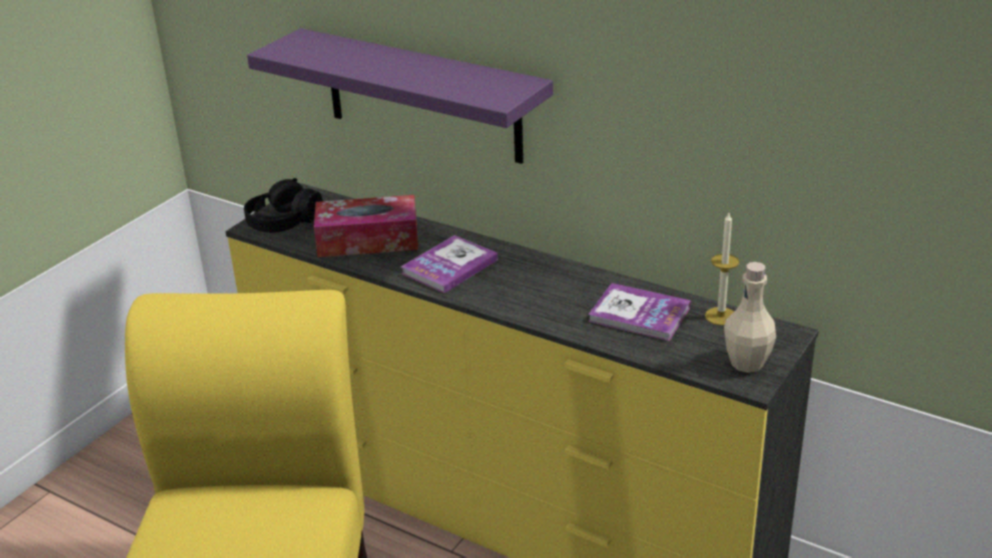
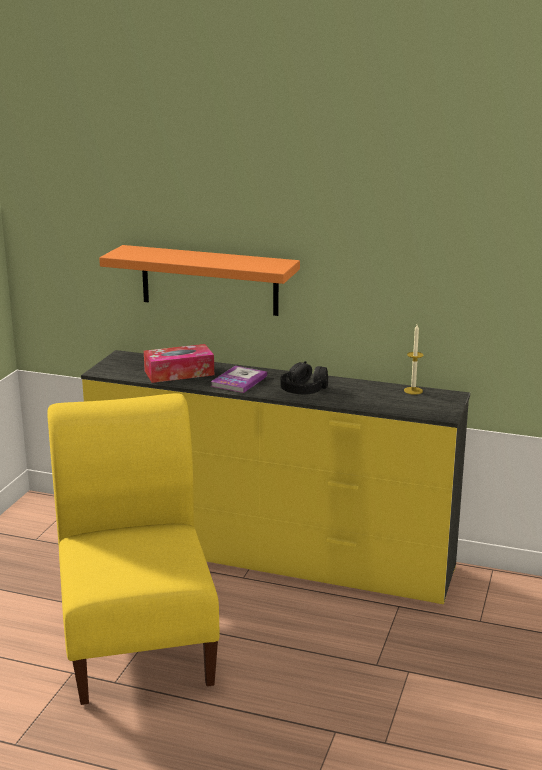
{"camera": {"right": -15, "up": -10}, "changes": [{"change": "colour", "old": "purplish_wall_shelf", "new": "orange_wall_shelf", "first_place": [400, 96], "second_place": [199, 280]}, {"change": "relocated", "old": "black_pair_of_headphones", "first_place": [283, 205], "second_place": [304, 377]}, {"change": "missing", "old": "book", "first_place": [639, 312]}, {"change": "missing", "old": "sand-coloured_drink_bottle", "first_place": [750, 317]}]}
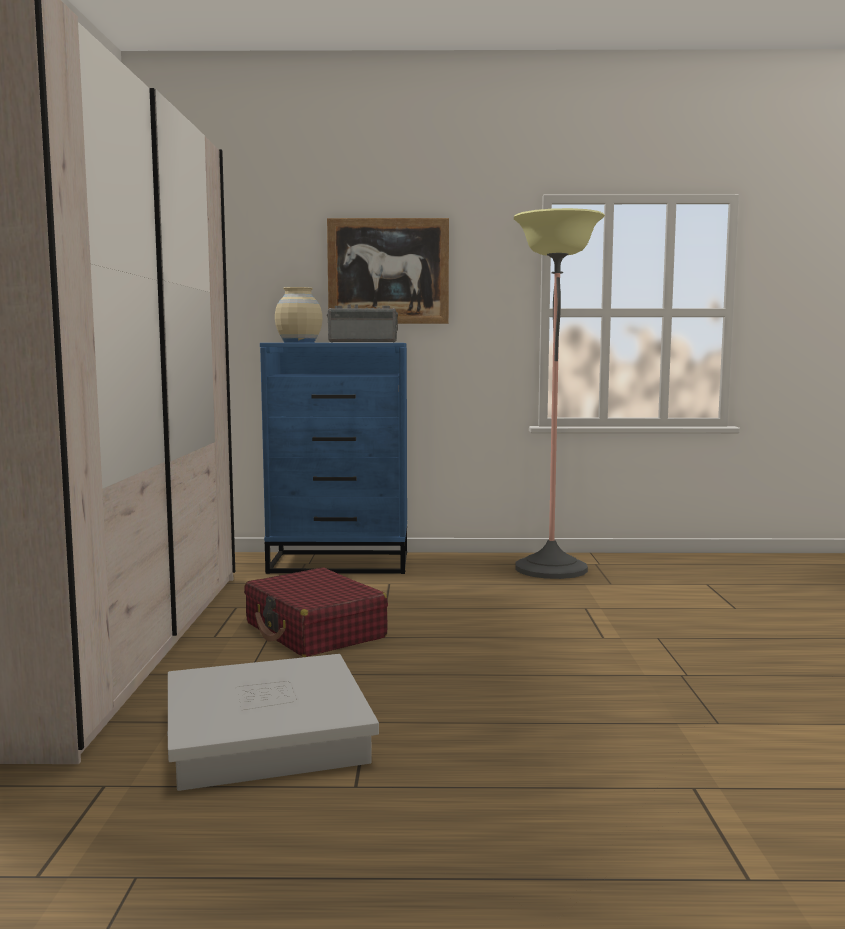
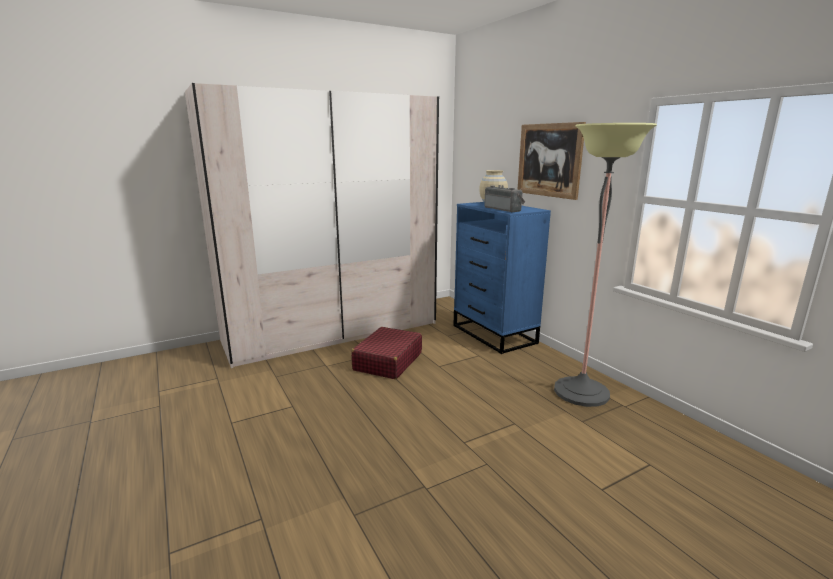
{"camera": {"right": 60, "up": 10}, "changes": [{"change": "missing", "old": "whitish_storage_container", "first_place": [273, 722]}]}
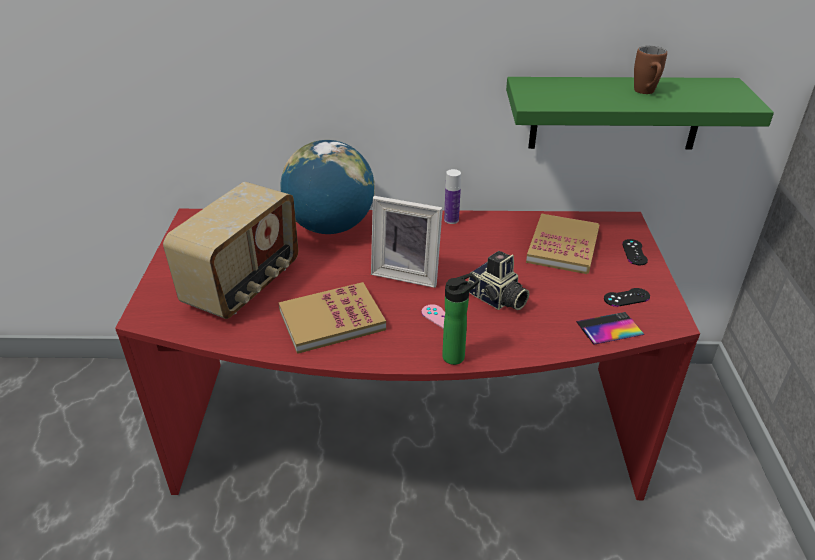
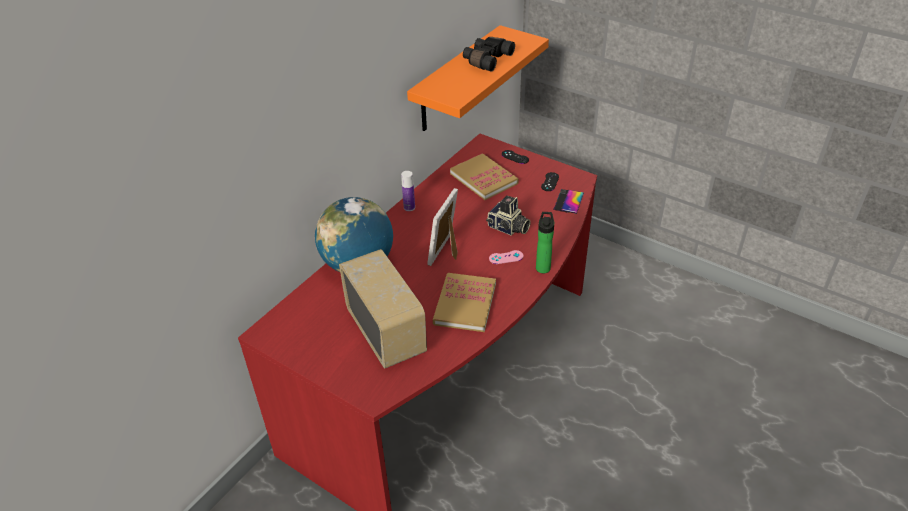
{"camera": {"right": -55, "up": 5}, "changes": [{"change": "colour", "old": "green_wall_shelf", "new": "orange_wall_shelf", "first_place": [640, 113], "second_place": [478, 78]}, {"change": "spun", "old": "standing_frame", "first_place": [407, 242], "second_place": [442, 227], "degrees": 150}, {"change": "exchanged", "old": "brown_coffee_mug", "new": "black_binoculars", "first_place": [650, 70], "second_place": [489, 54]}, {"change": "spun", "old": "photo_camera", "first_place": [498, 280], "second_place": [508, 215], "degrees": 45}]}
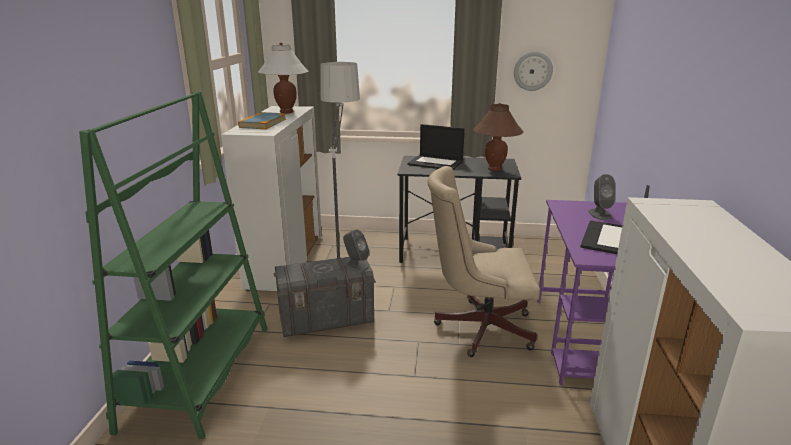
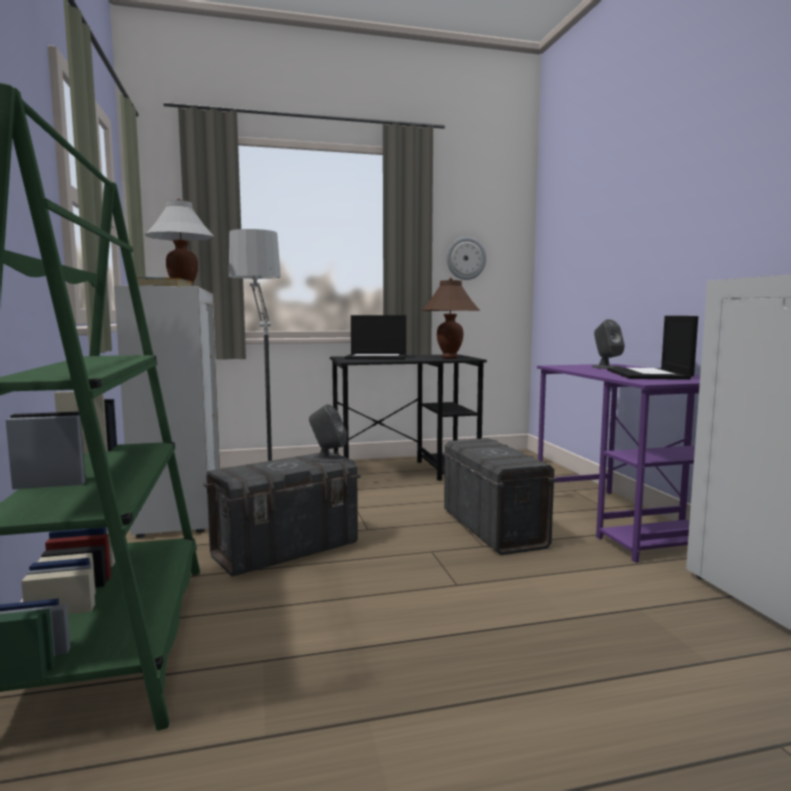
{"camera": {"right": -20, "up": -15}, "changes": [{"change": "exchanged", "old": "sand-coloured_computer_chair", "new": "gray_storage_container", "first_place": [483, 261], "second_place": [499, 496]}]}
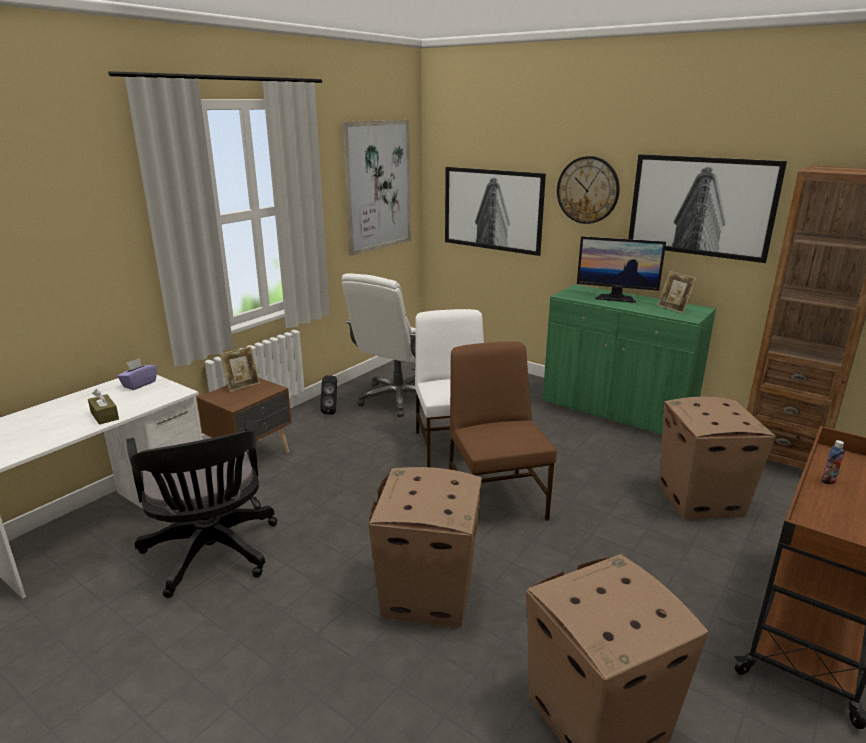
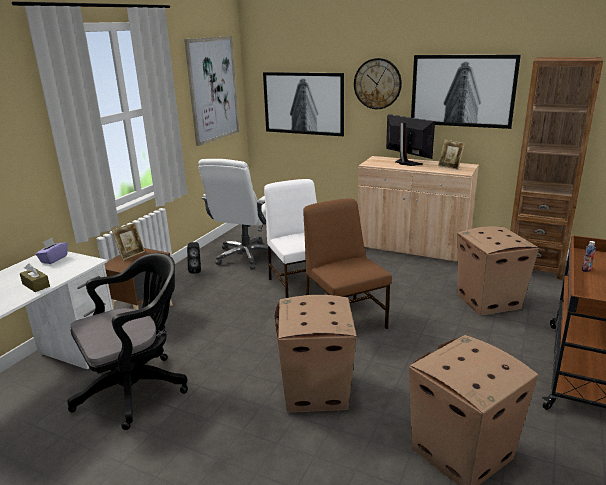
{"camera": {"right": -10, "up": 0}, "changes": [{"change": "spun", "old": "black_computer_chair", "first_place": [201, 507], "second_place": [127, 341], "degrees": -90}, {"change": "colour", "old": "green_cupboard", "new": "sand-coloured_cupboard", "first_place": [629, 359], "second_place": [418, 209]}, {"change": "spun", "old": "monitor", "first_place": [621, 269], "second_place": [410, 140], "degrees": -135}]}
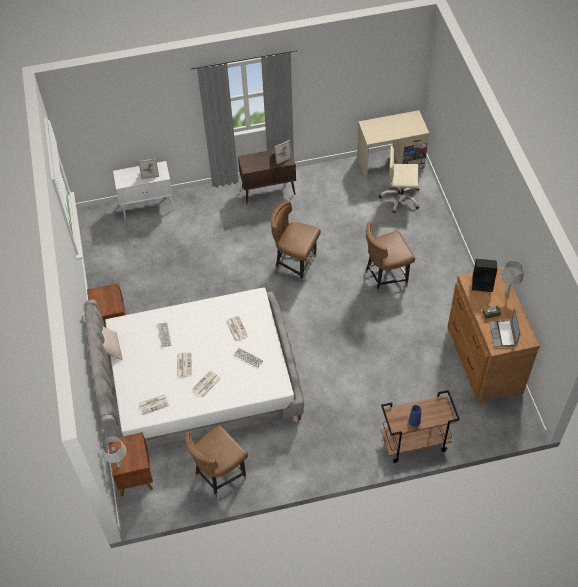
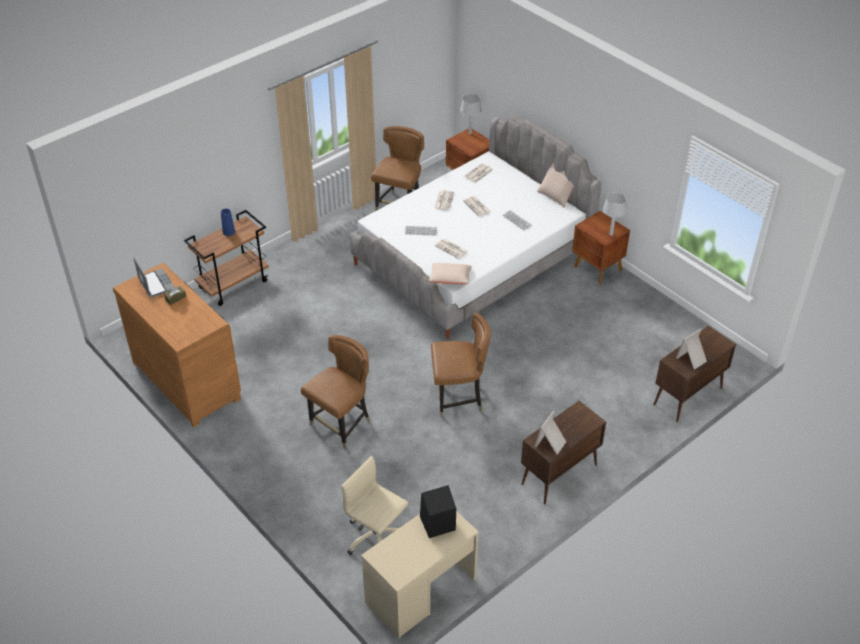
{"camera": {"right": 150, "up": -10}, "changes": [{"change": "spun", "old": "sand-coloured_computer_chair", "first_place": [399, 179], "second_place": [374, 505], "degrees": -120}, {"change": "relocated", "old": "black_audio_speaker", "first_place": [484, 275], "second_place": [438, 511]}, {"change": "appeared", "new": "sand-coloured_pillow", "second_place": [450, 273]}, {"change": "relocated", "old": "gray_lamp_for_a_table", "first_place": [512, 278], "second_place": [615, 214]}, {"change": "colour", "old": "whitish_cupboard", "new": "brown_cupboard", "first_place": [144, 190], "second_place": [694, 374]}]}
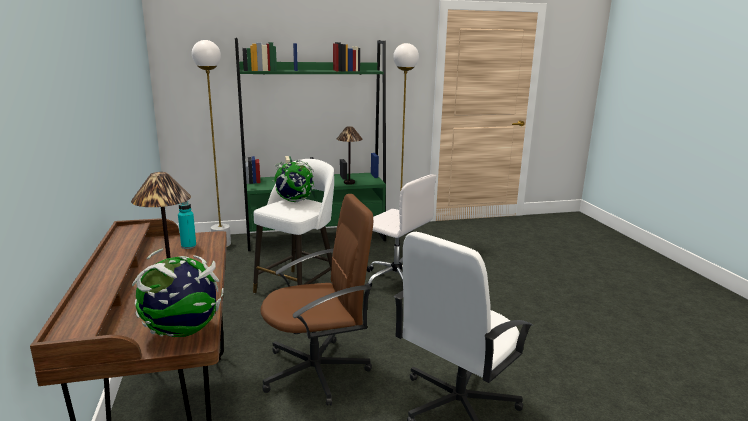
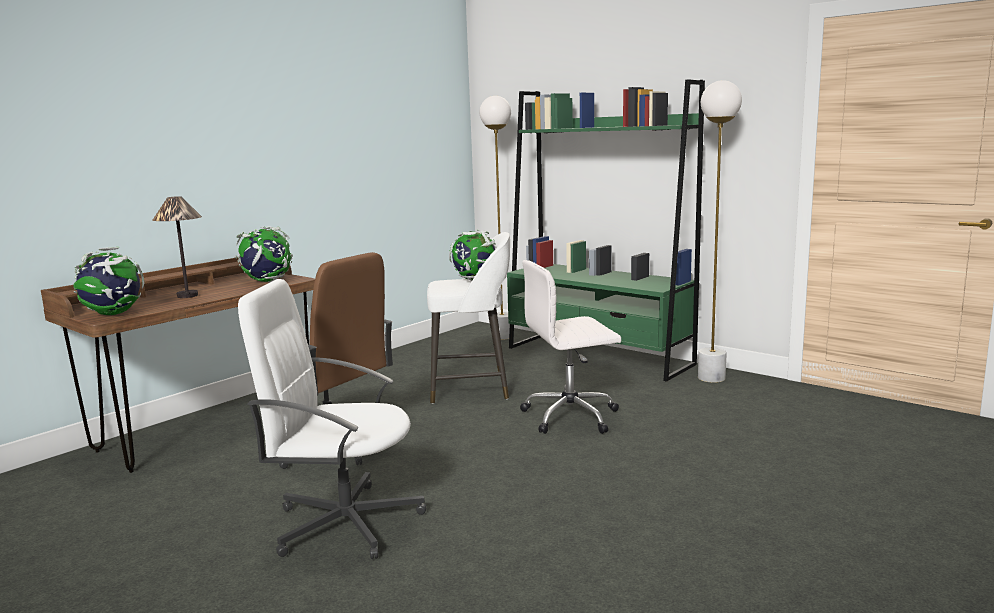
{"camera": {"right": 55, "up": -5}, "changes": [{"change": "exchanged", "old": "turquoise-coloured_drink_bottle", "new": "globe", "first_place": [187, 225], "second_place": [264, 254]}, {"change": "spun", "old": "whitish_computer_chair", "first_place": [400, 230], "second_place": [570, 347], "degrees": 75}, {"change": "missing", "old": "lamp_for_a_table", "first_place": [350, 155]}]}
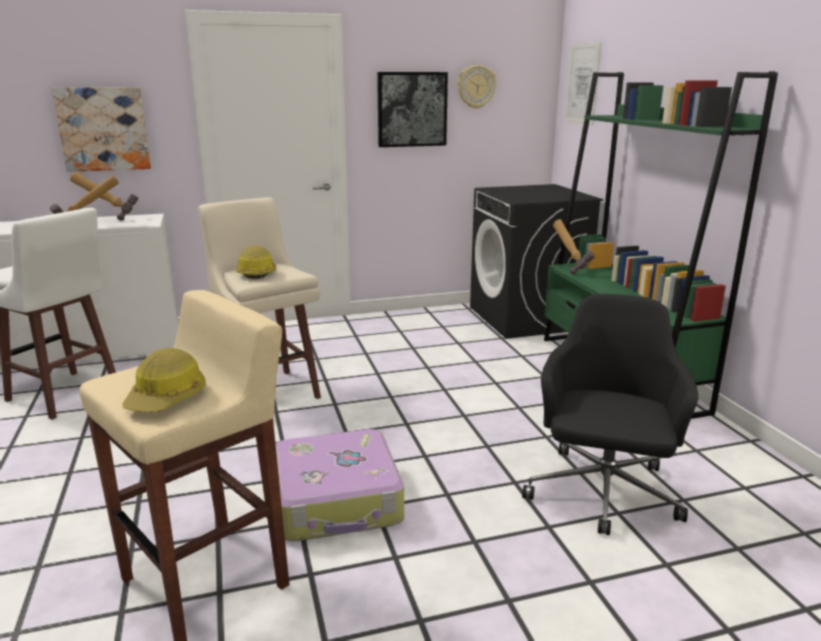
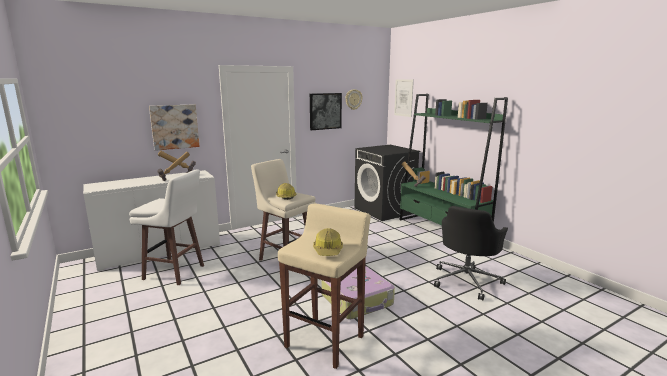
{"camera": {"right": -15, "up": -5}, "changes": [{"change": "spun", "old": "black_computer_chair", "first_place": [610, 414], "second_place": [471, 253], "degrees": -150}]}
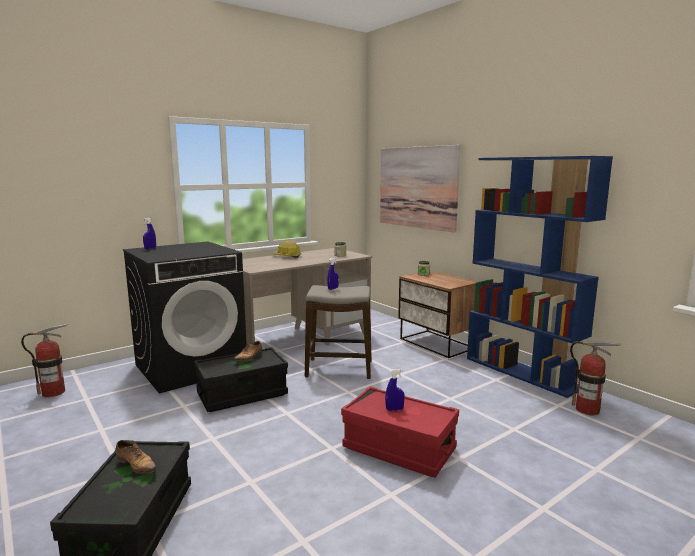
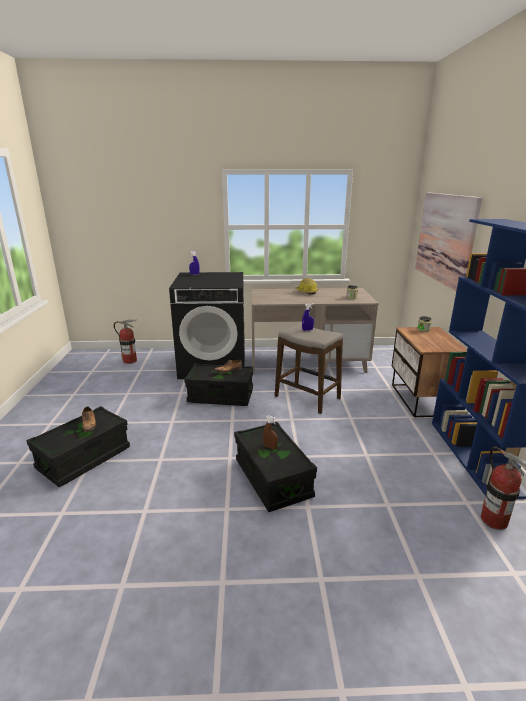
{"camera": {"right": 35, "up": 10}, "changes": [{"change": "colour", "old": "red-coloured_storage_container", "new": "black_storage_container", "first_place": [400, 432], "second_place": [275, 467]}, {"change": "colour", "old": "bluish_hand_sprayer", "new": "brown_hand_sprayer", "first_place": [395, 390], "second_place": [270, 432]}]}
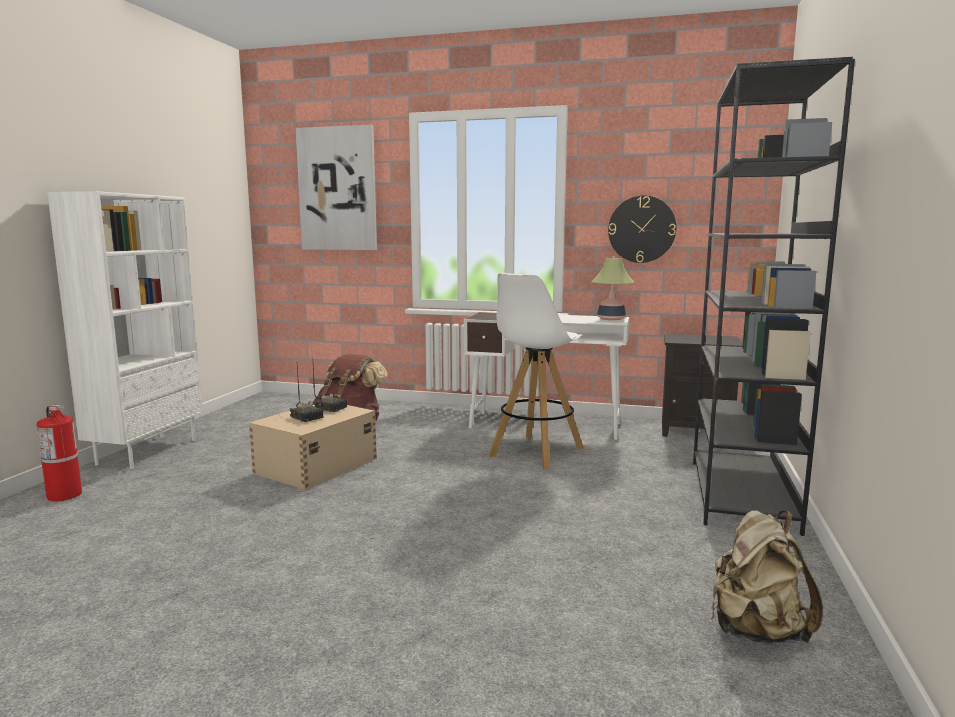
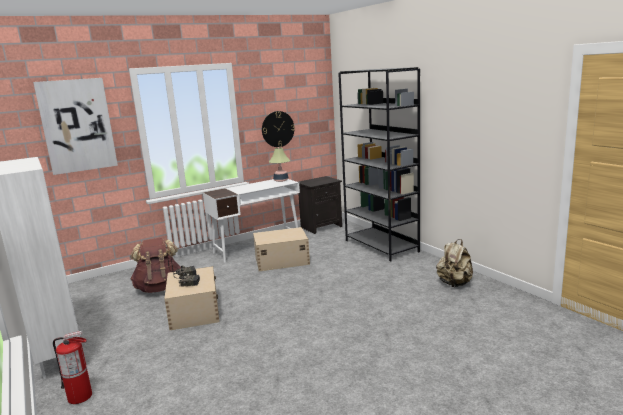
{"camera": {"right": -45, "up": 5}, "changes": [{"change": "exchanged", "old": "whitish_stool", "new": "sand-coloured_storage_container", "first_place": [536, 371], "second_place": [281, 249]}]}
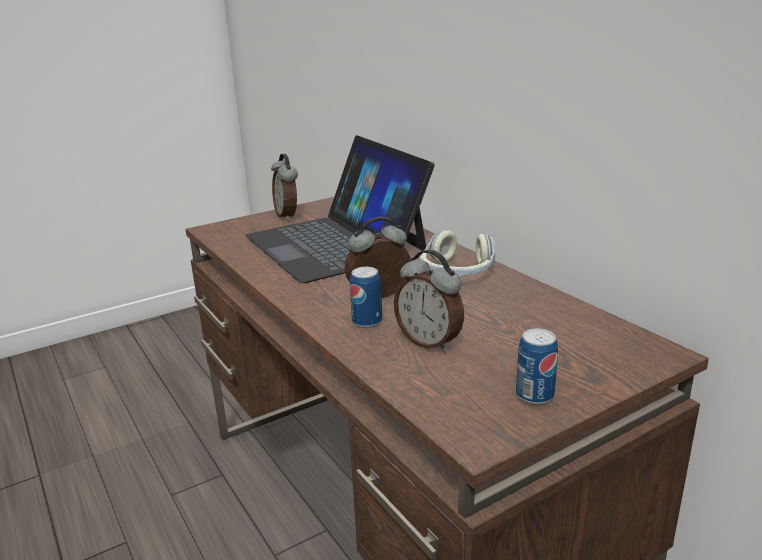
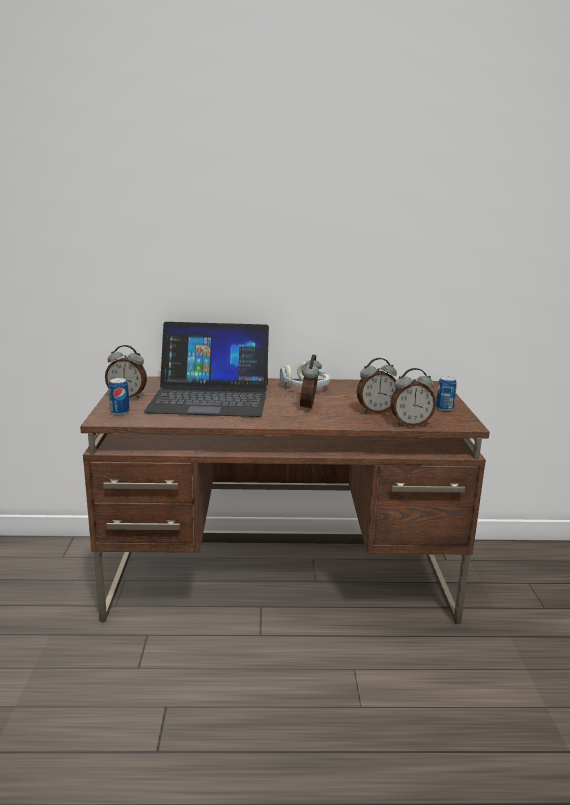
{"camera": {"right": -60, "up": -5}, "changes": [{"change": "relocated", "old": "can", "first_place": [366, 297], "second_place": [119, 396]}, {"change": "appeared", "new": "table_clock", "second_place": [413, 397]}]}
